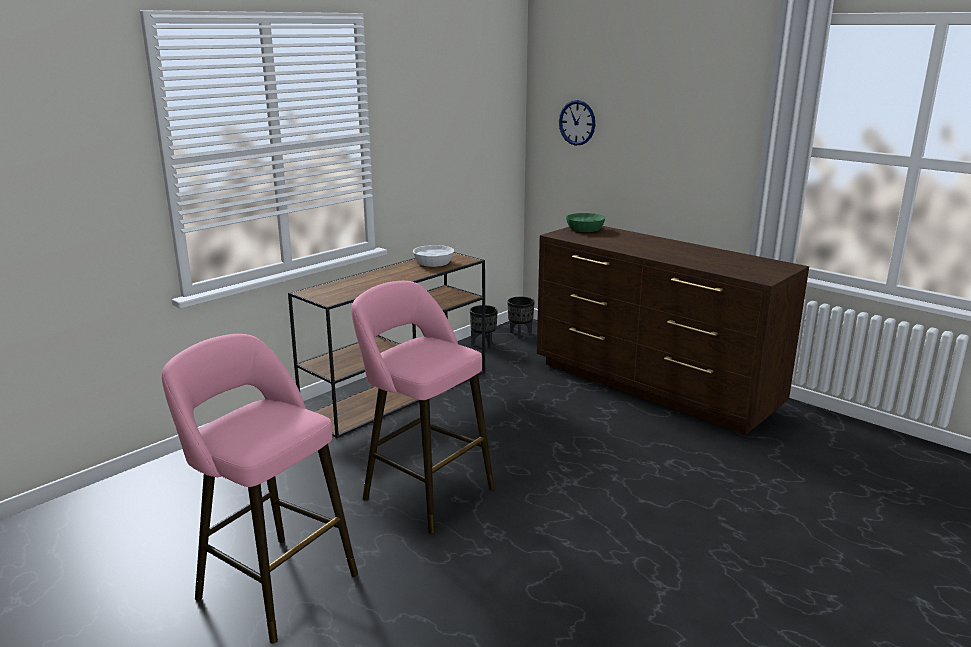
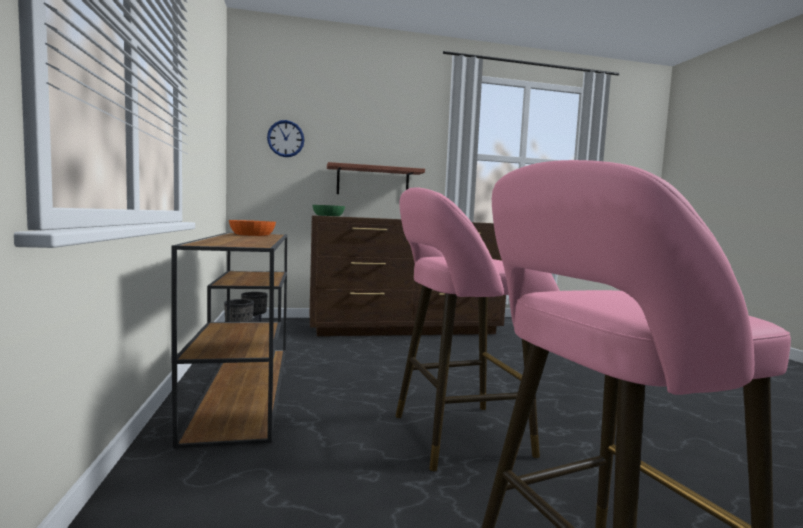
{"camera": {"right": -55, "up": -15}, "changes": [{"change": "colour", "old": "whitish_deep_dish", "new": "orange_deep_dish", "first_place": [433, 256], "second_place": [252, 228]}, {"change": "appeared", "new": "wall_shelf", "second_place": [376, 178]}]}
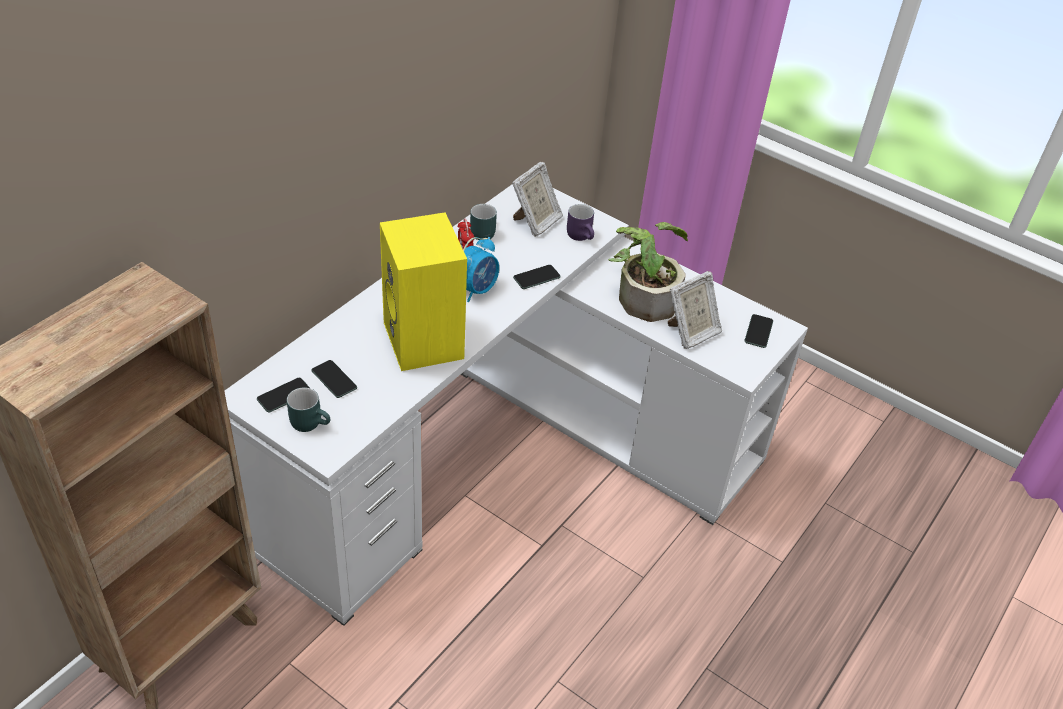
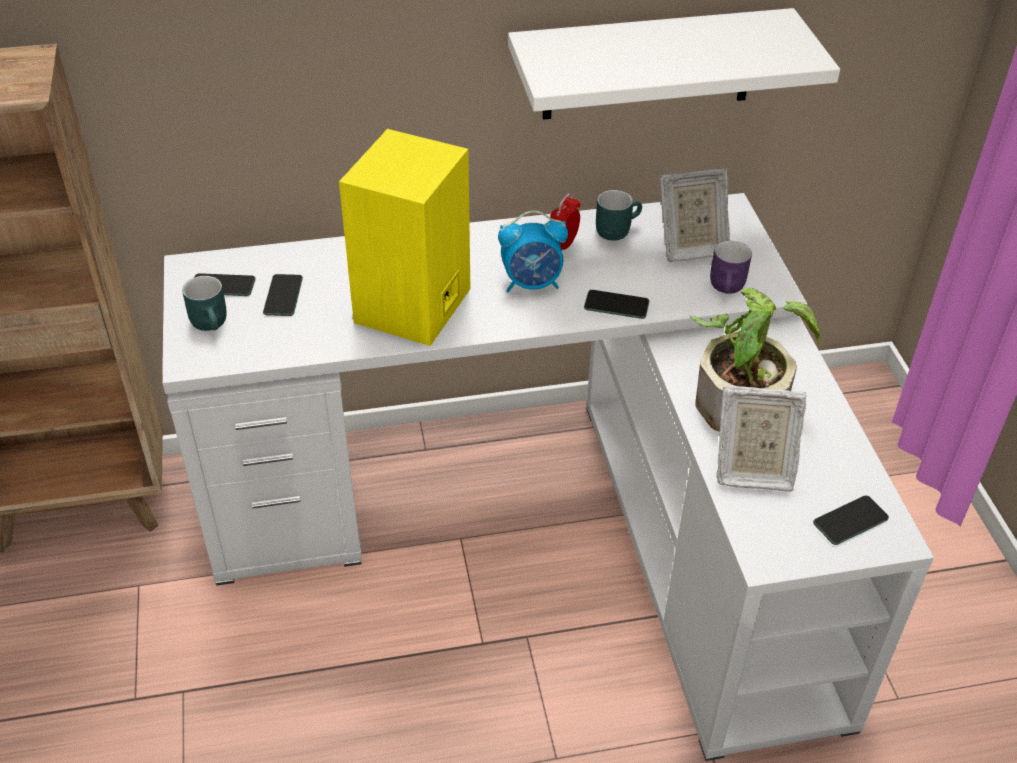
{"camera": {"right": 45, "up": 0}, "changes": [{"change": "appeared", "new": "whitish_wall_shelf", "second_place": [674, 64]}]}
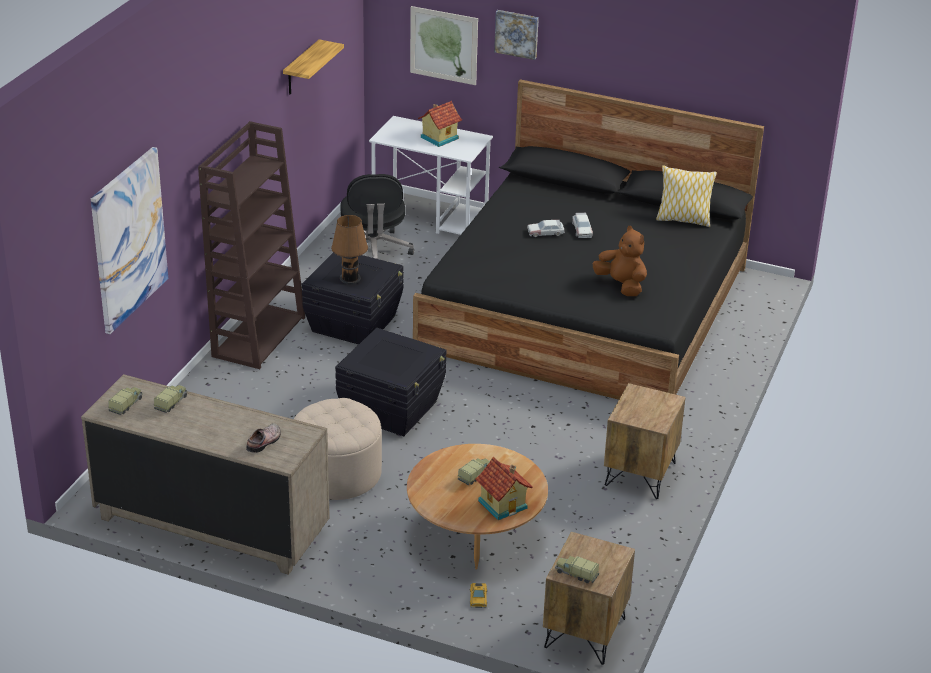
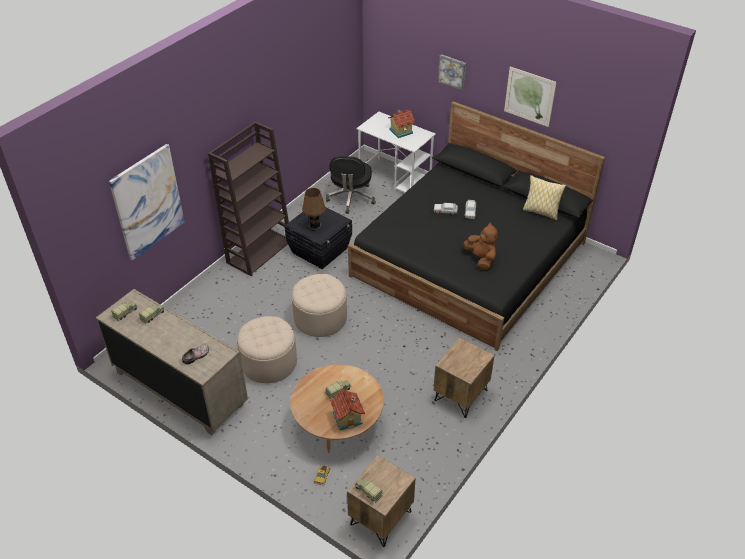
{"camera": {"right": 15, "up": 10}, "changes": [{"change": "exchanged", "old": "black_storage_container", "new": "sand-coloured_footrest", "first_place": [390, 382], "second_place": [319, 305]}, {"change": "relocated", "old": "picture", "first_place": [444, 45], "second_place": [530, 97]}, {"change": "missing", "old": "wall_shelf", "first_place": [313, 66]}]}
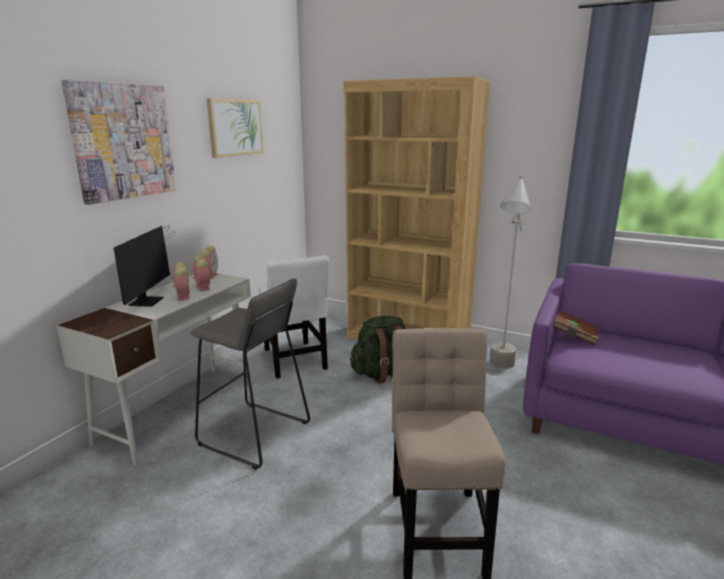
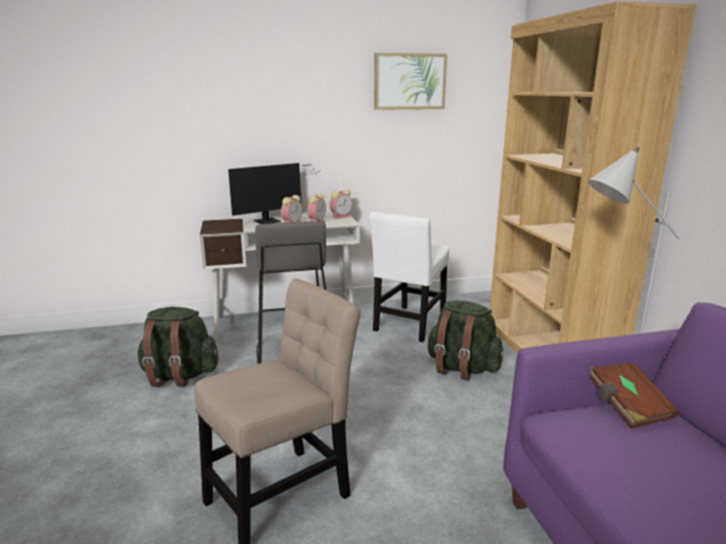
{"camera": {"right": 50, "up": 0}, "changes": [{"change": "appeared", "new": "green_rucksack", "second_place": [177, 347]}, {"change": "missing", "old": "picture", "first_place": [119, 142]}]}
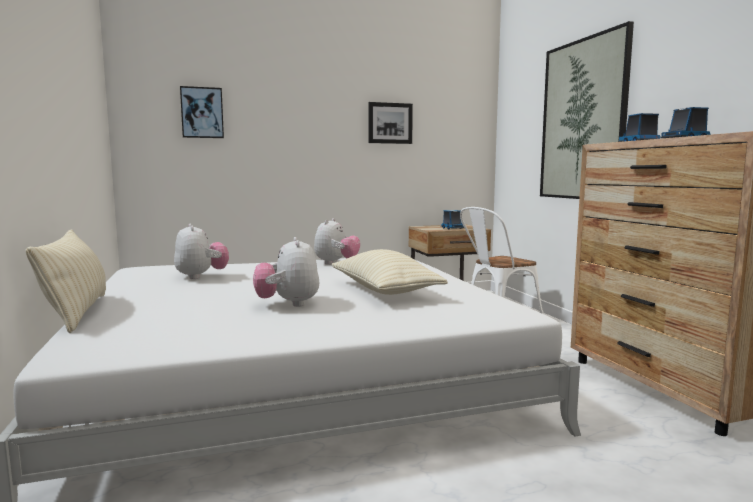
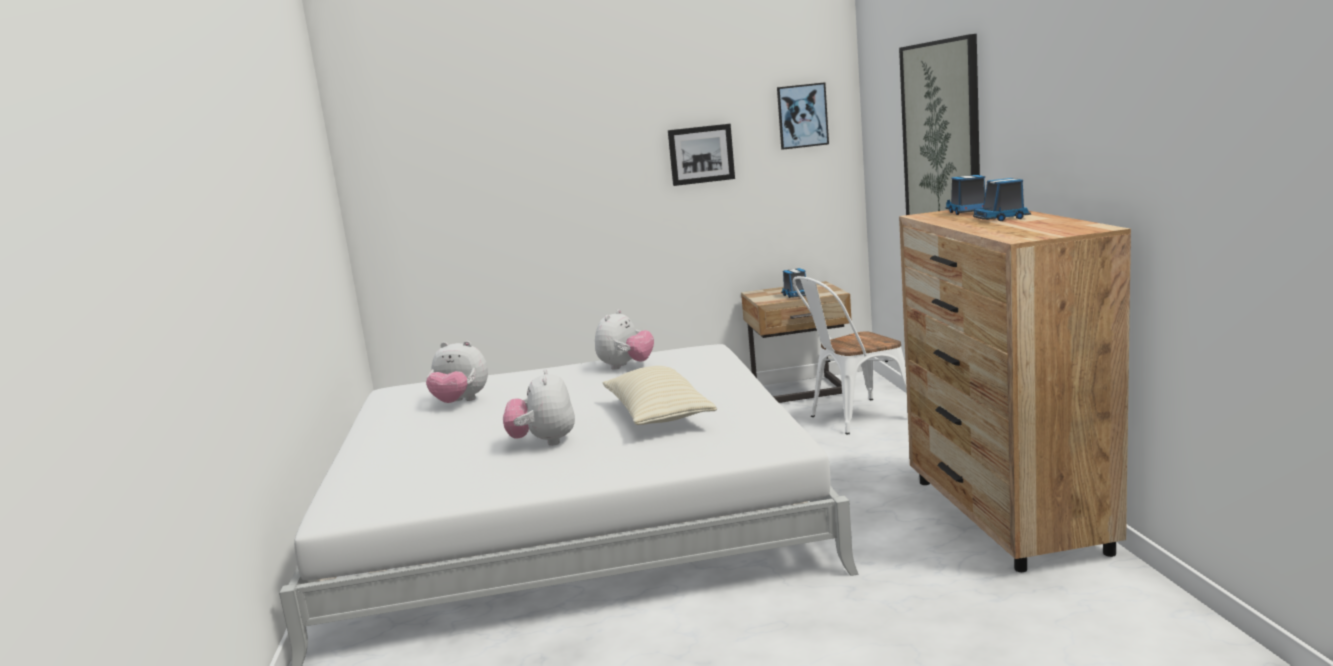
{"camera": {"right": 10, "up": 5}, "changes": [{"change": "spun", "old": "plush_toy", "first_place": [201, 251], "second_place": [457, 372], "degrees": 120}, {"change": "relocated", "old": "picture", "first_place": [202, 112], "second_place": [803, 116]}, {"change": "missing", "old": "sand-coloured_pillow", "first_place": [66, 281]}]}
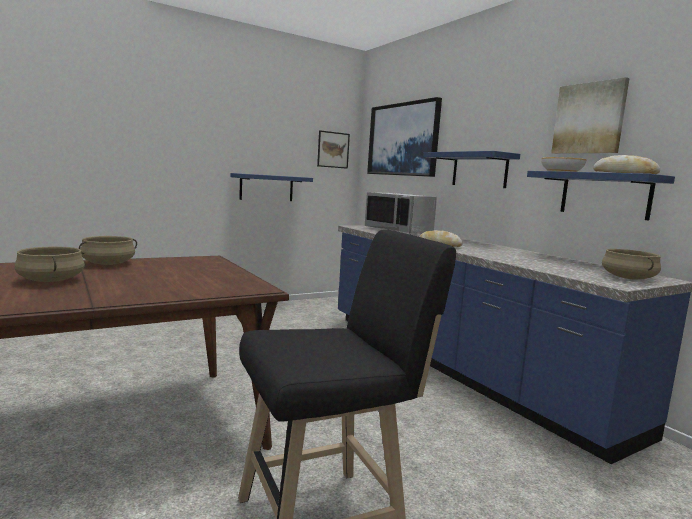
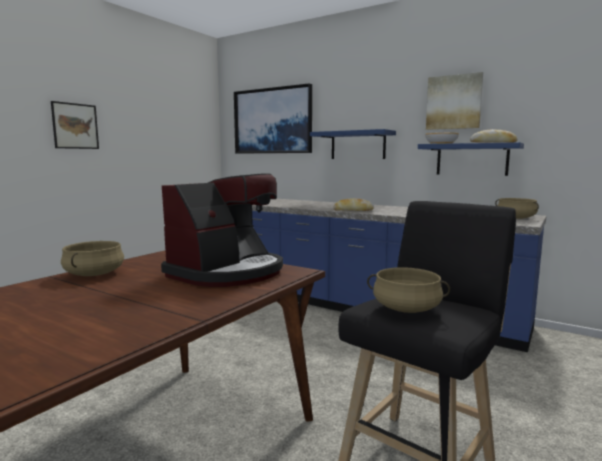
{"camera": {"right": -25, "up": 0}, "changes": [{"change": "relocated", "old": "picture", "first_place": [333, 149], "second_place": [75, 125]}, {"change": "appeared", "new": "coffee_machine", "second_place": [222, 230]}, {"change": "relocated", "old": "sand-coloured_cooking_pot", "first_place": [50, 264], "second_place": [408, 290]}, {"change": "missing", "old": "bluish_wall_shelf", "first_place": [271, 187]}, {"change": "missing", "old": "gray_microwave_oven", "first_place": [401, 212]}]}
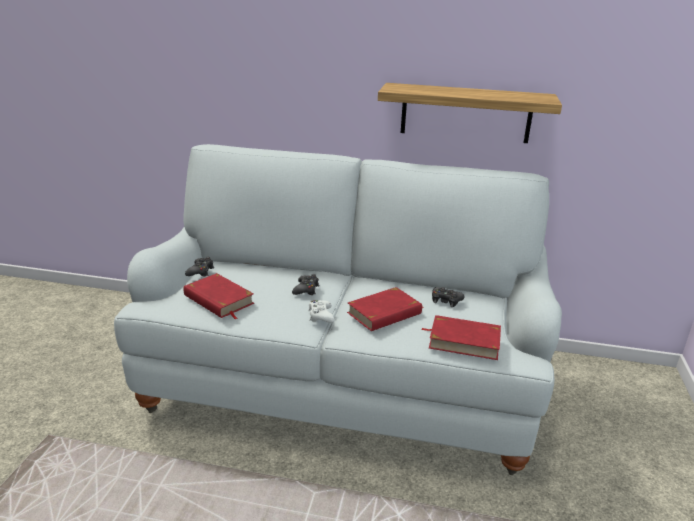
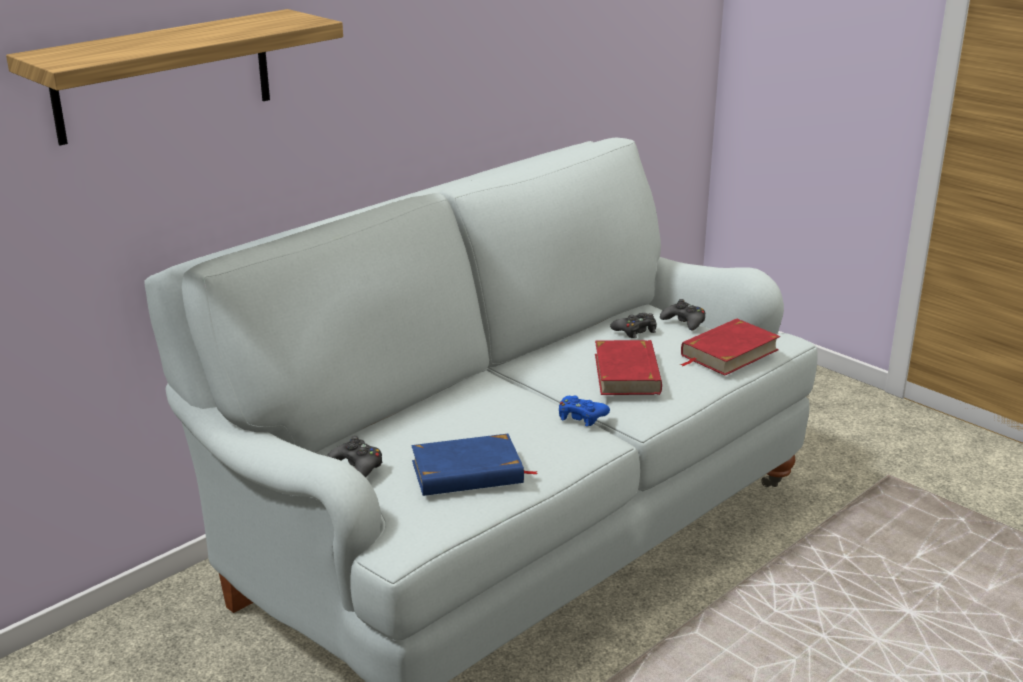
{"camera": {"right": -55, "up": 0}, "changes": [{"change": "relocated", "old": "wall_shelf", "first_place": [470, 113], "second_place": [174, 77]}, {"change": "colour", "old": "red-coloured_book", "new": "bluish_book", "first_place": [218, 296], "second_place": [474, 465]}, {"change": "colour", "old": "whitish_game_controller", "new": "bluish_game_controller", "first_place": [321, 311], "second_place": [584, 411]}, {"change": "relocated", "old": "black_game_controller", "first_place": [305, 284], "second_place": [682, 314]}]}
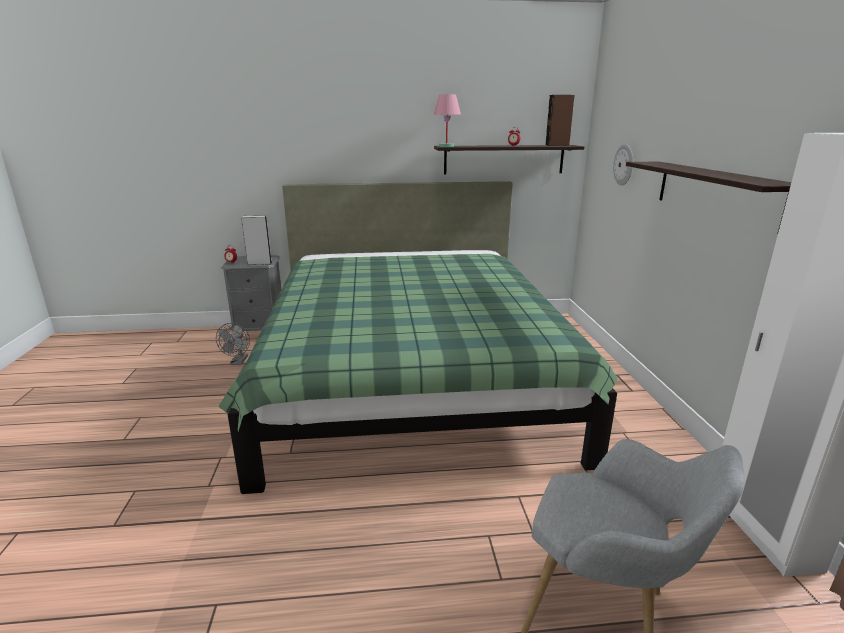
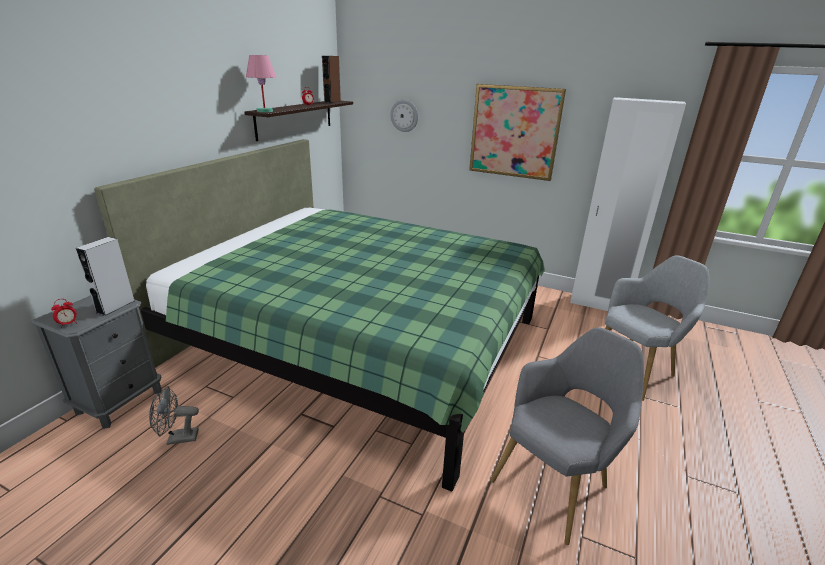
{"camera": {"right": -60, "up": 5}, "changes": [{"change": "spun", "old": "gray_cooling_fan", "first_place": [233, 344], "second_place": [174, 415], "degrees": 135}, {"change": "exchanged", "old": "wall_shelf", "new": "picture", "first_place": [708, 196], "second_place": [517, 132]}, {"change": "appeared", "new": "gray_easy_chair", "second_place": [567, 436]}]}
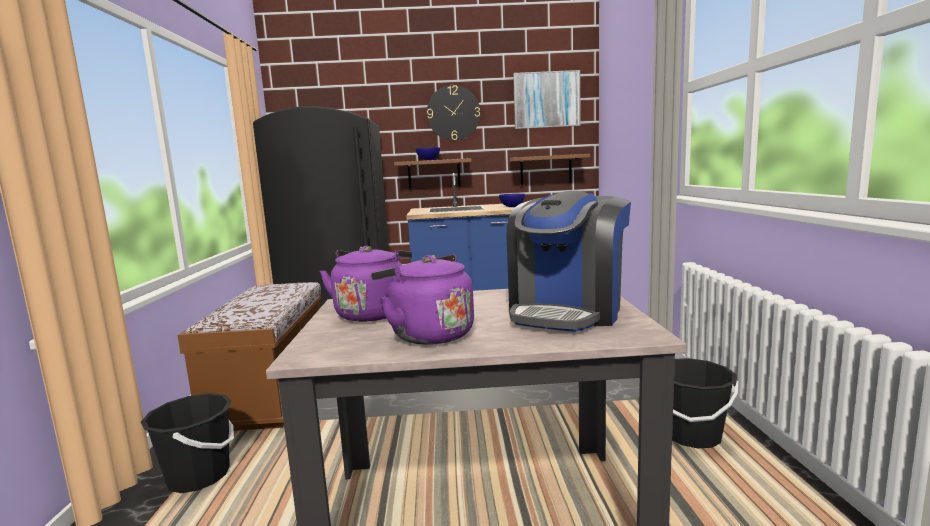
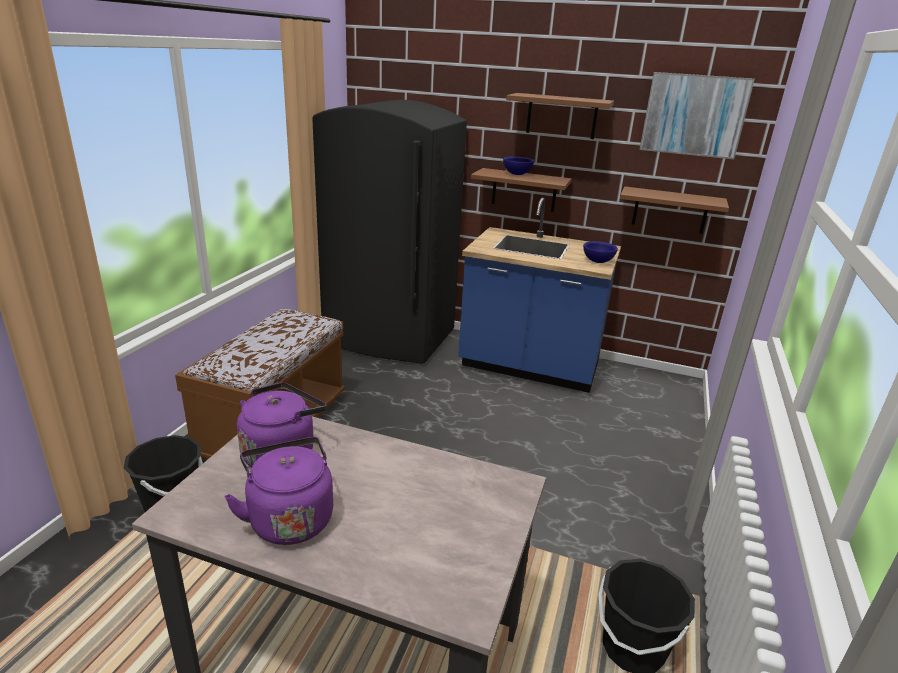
{"camera": {"right": 20, "up": 15}, "changes": [{"change": "exchanged", "old": "clock_on_the_wall", "new": "brown_wall_shelf", "first_place": [453, 113], "second_place": [560, 116]}, {"change": "missing", "old": "coffee_machine", "first_place": [569, 261]}]}
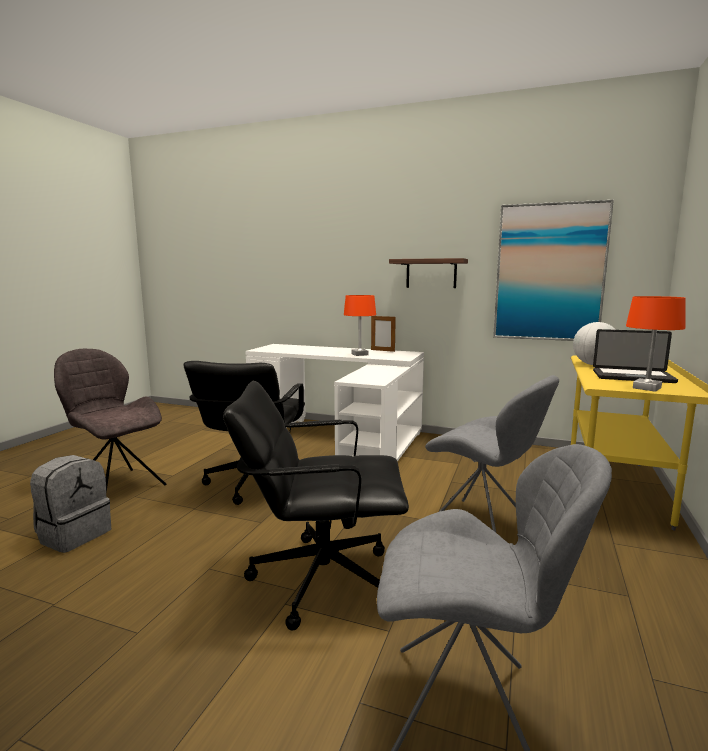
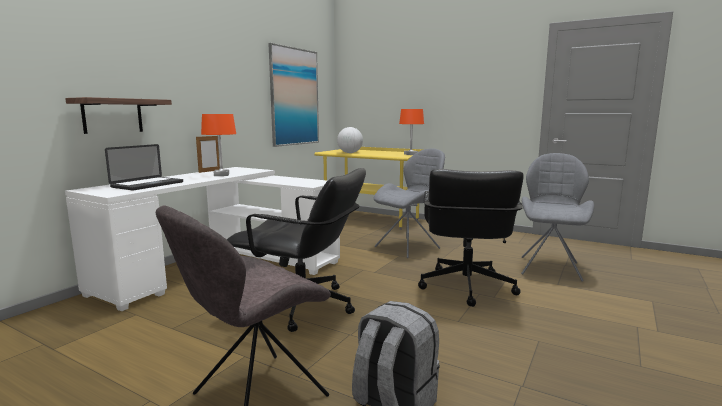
{"camera": {"right": -80, "up": 0}, "changes": [{"change": "relocated", "old": "wall_shelf", "first_place": [428, 273], "second_place": [118, 115]}, {"change": "relocated", "old": "portable_computer", "first_place": [635, 356], "second_place": [144, 167]}]}
